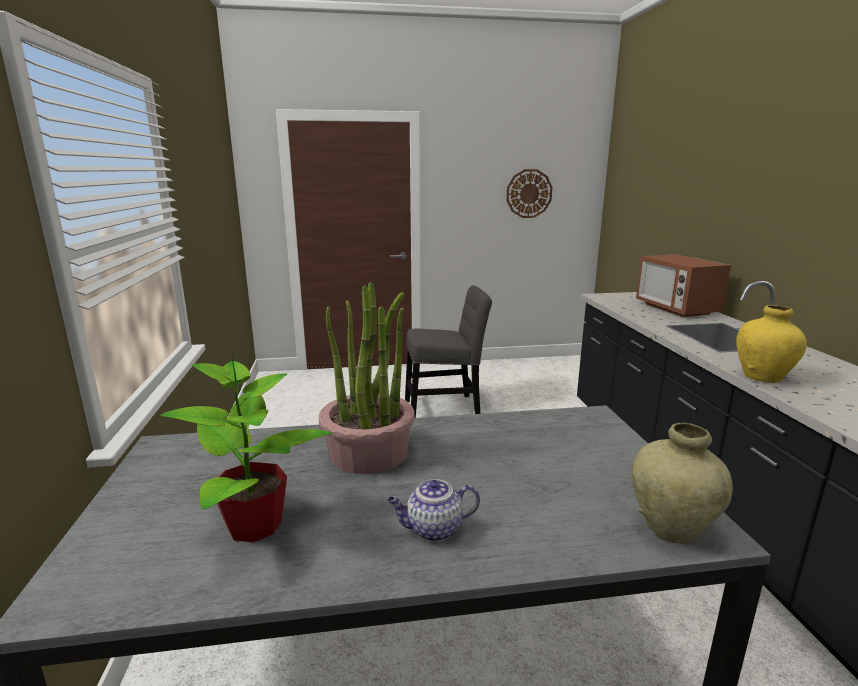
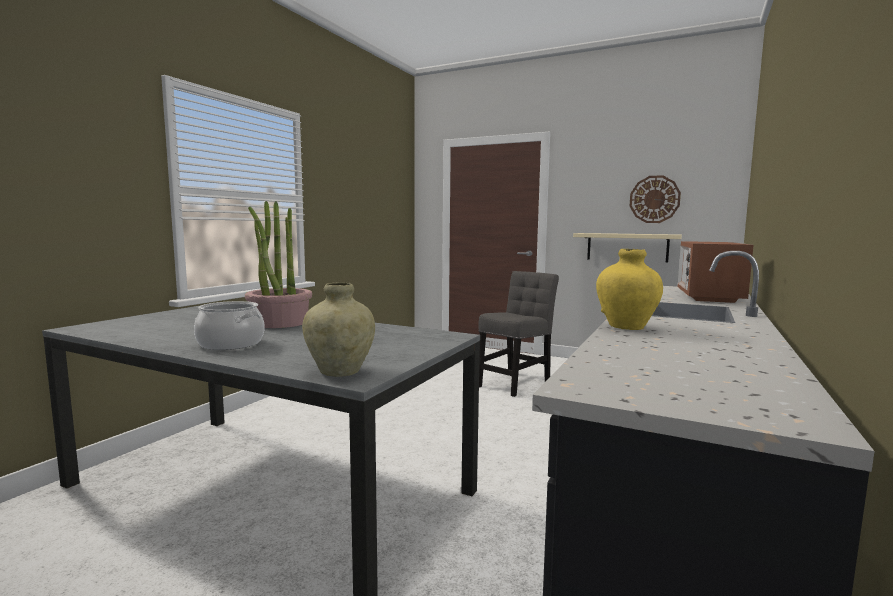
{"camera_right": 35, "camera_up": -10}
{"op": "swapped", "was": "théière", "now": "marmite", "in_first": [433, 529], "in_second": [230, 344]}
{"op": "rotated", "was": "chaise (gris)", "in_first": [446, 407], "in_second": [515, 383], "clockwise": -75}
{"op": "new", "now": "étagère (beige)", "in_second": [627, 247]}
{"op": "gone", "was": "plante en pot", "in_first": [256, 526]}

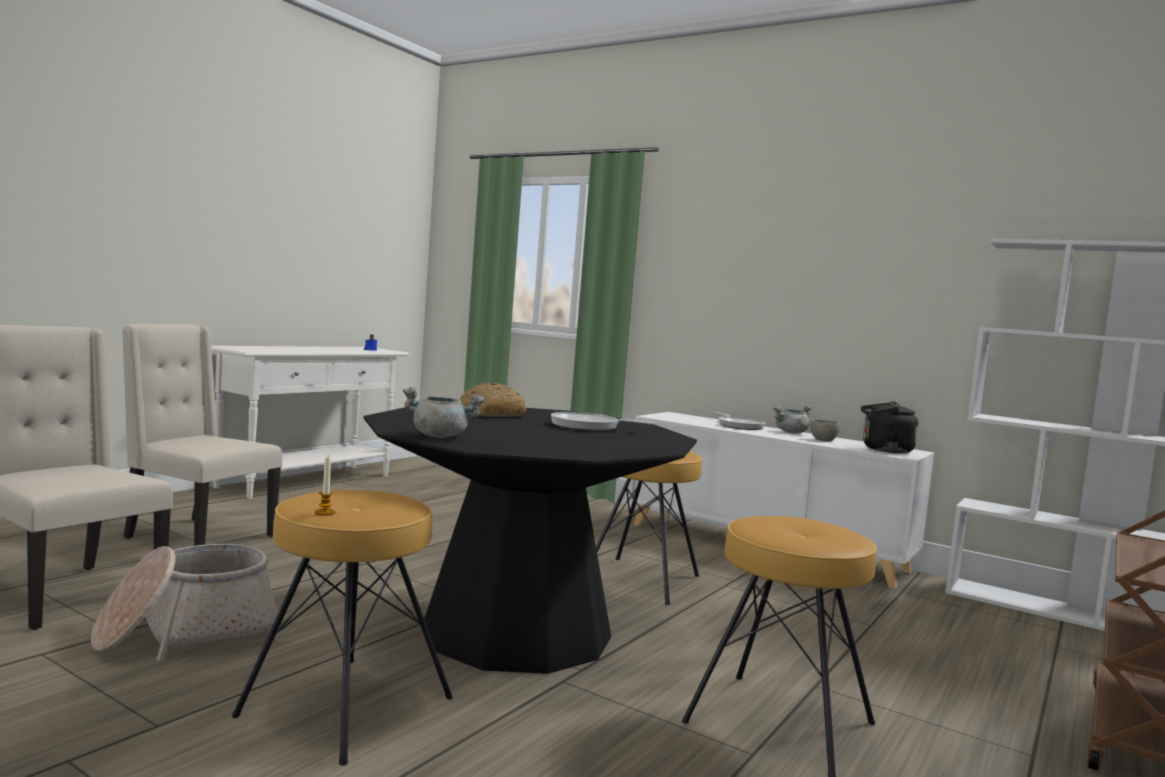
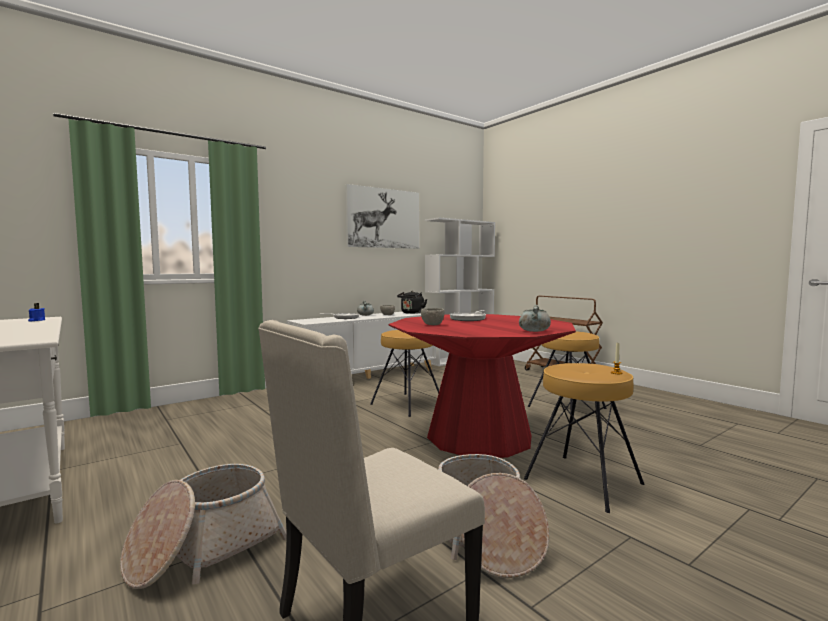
{"camera_right": -70, "camera_up": 0}
{"op": "swapped", "was": "chaise (beige)", "now": "panier", "in_first": [196, 537], "in_second": [204, 548]}
{"op": "new", "now": "tableau", "in_second": [383, 218]}
{"op": "repainted", "was": "table à manger (noir)", "now": "table à manger (rouge)", "in_first": [516, 631], "in_second": [479, 436]}
{"op": "swapped", "was": "pain", "now": "bol (gris)", "in_first": [490, 413], "in_second": [432, 324]}

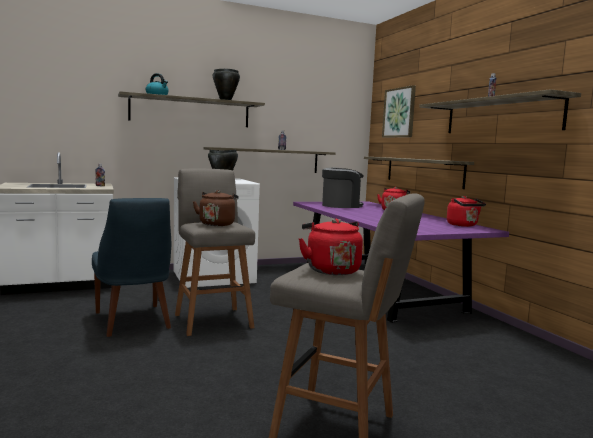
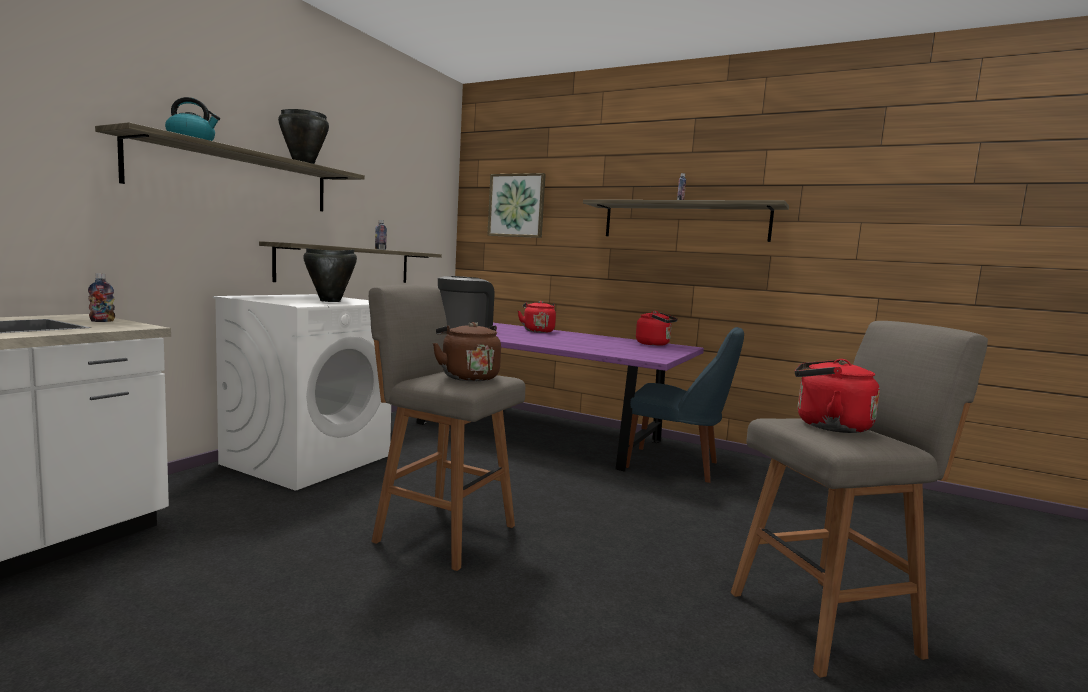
{"camera_right": -40, "camera_up": 0}
{"op": "shifted", "was": "chaise (bleu)", "in_first": [133, 321], "in_second": [677, 465]}
{"op": "gone", "was": "étagère", "in_first": [423, 171]}

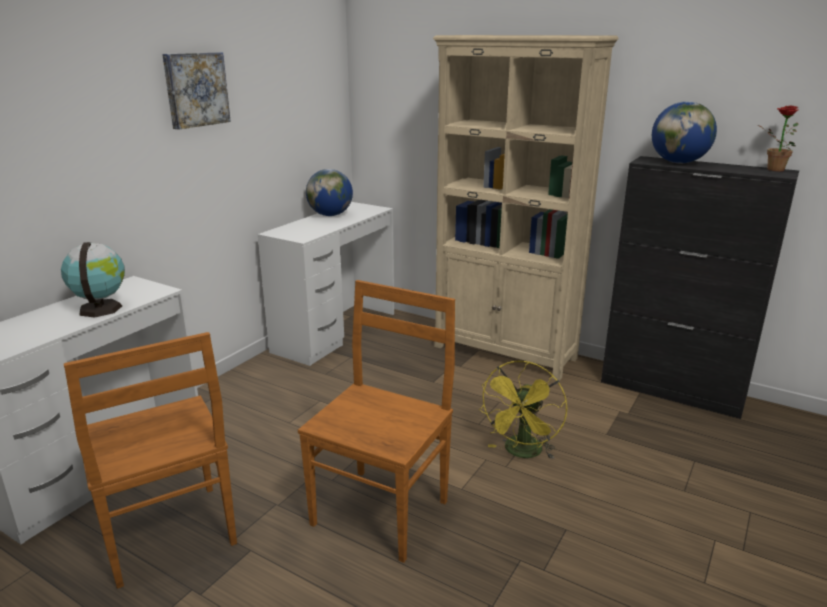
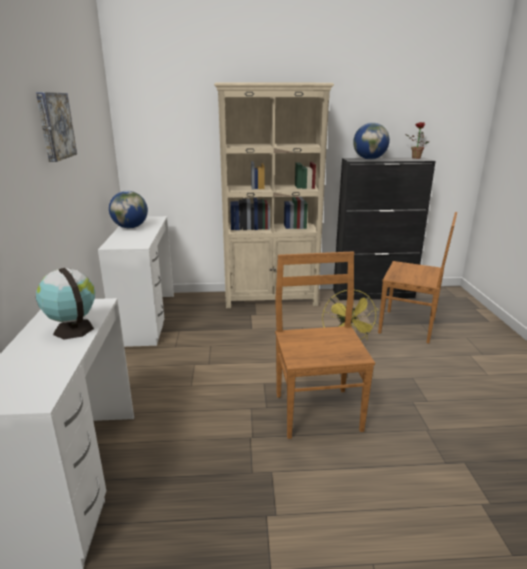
{"camera_right": -35, "camera_up": 0}
{"op": "shifted", "was": "chaise (marron)", "in_first": [169, 536], "in_second": [409, 326]}

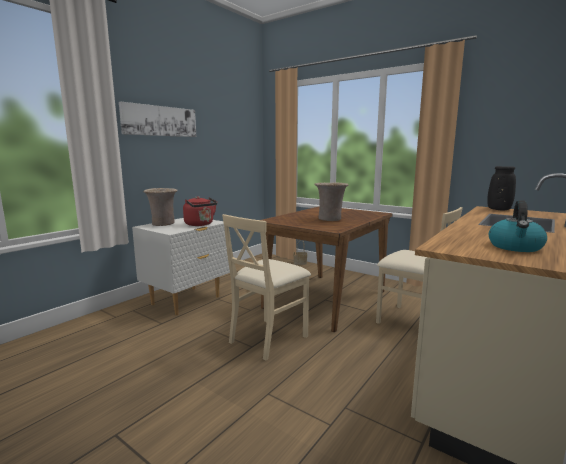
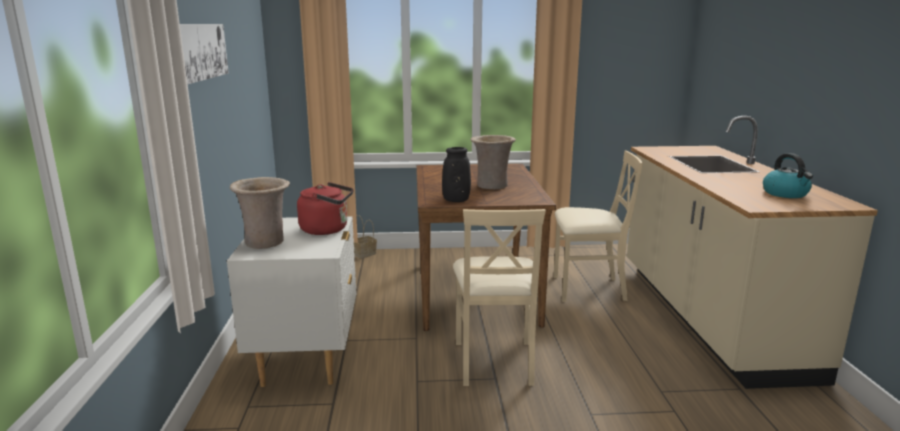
{"camera_right": -40, "camera_up": 5}
{"op": "shifted", "was": "vase (noir)", "in_first": [499, 209], "in_second": [456, 200]}

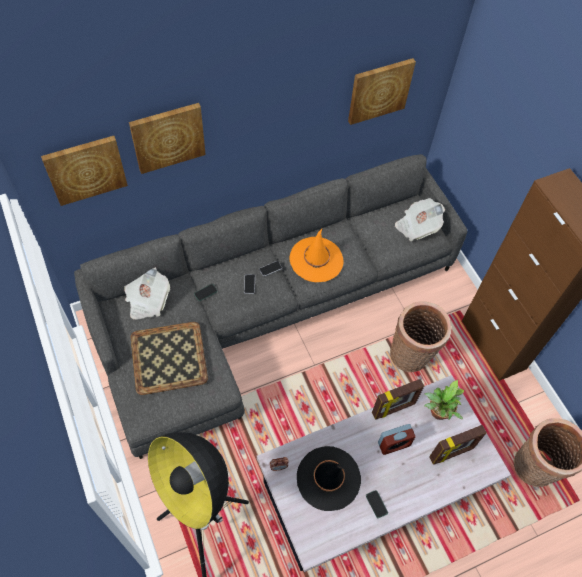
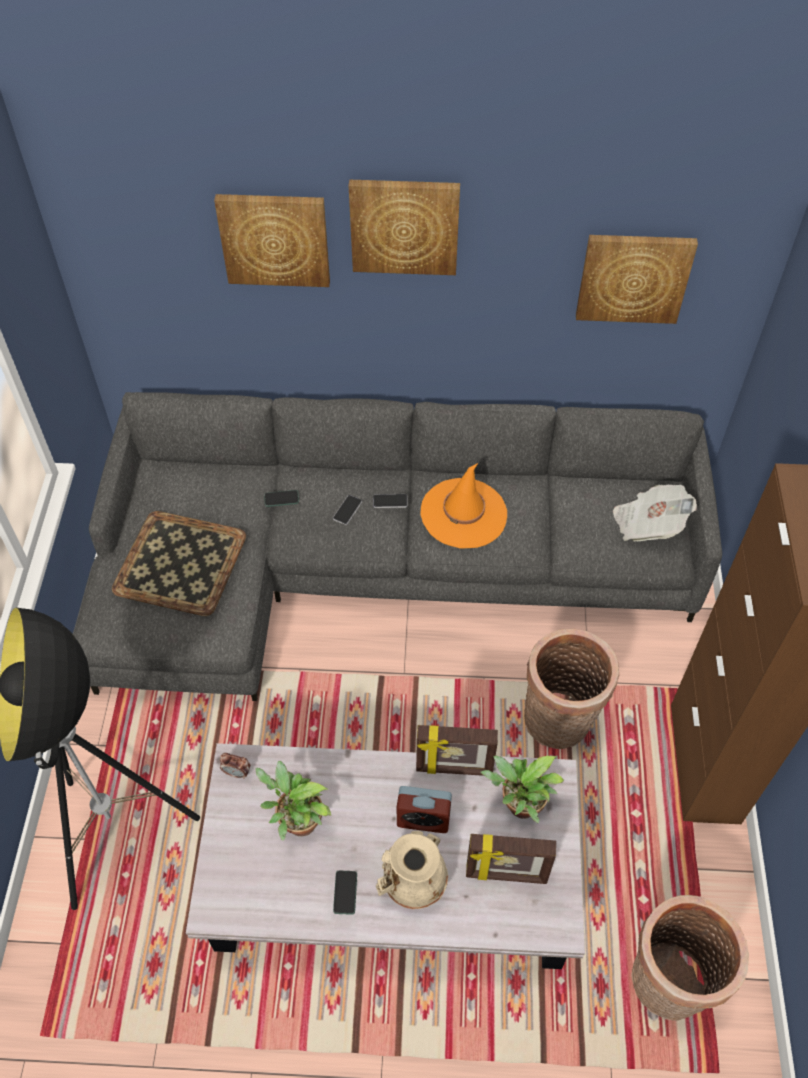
{"camera_right": 30, "camera_up": -5}
{"op": "swapped", "was": "chapeau (noir)", "now": "plante en pot", "in_first": [328, 478], "in_second": [297, 822]}
{"op": "shifted", "was": "tableau", "in_first": [85, 169], "in_second": [404, 225]}
{"op": "new", "now": "vase (beige)", "in_second": [413, 885]}
{"op": "gone", "was": "journal", "in_first": [147, 300]}

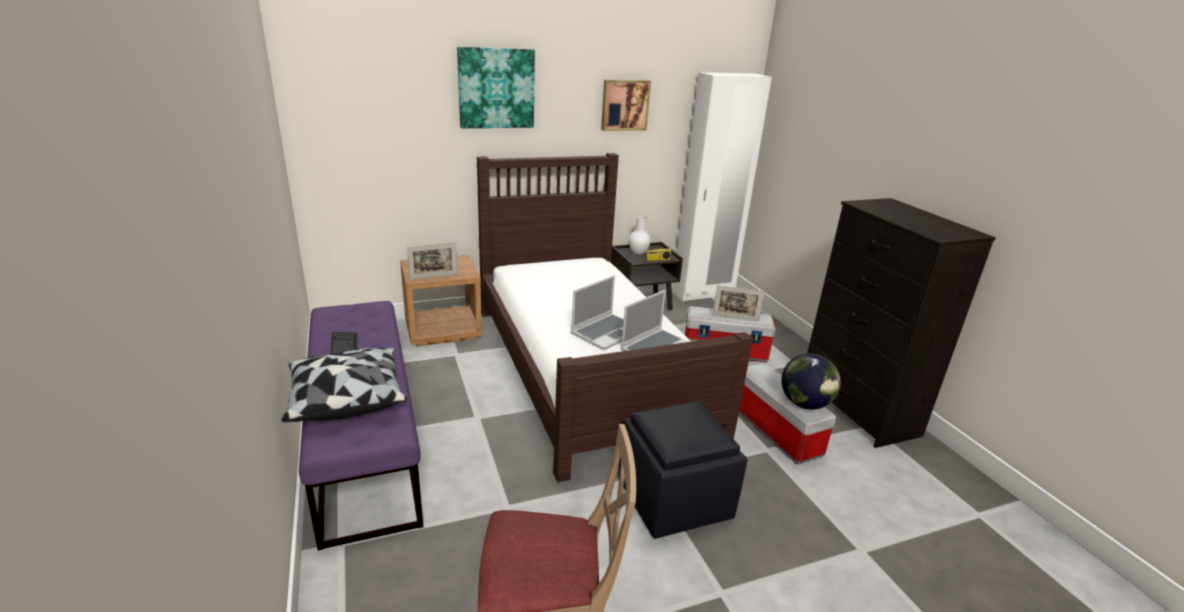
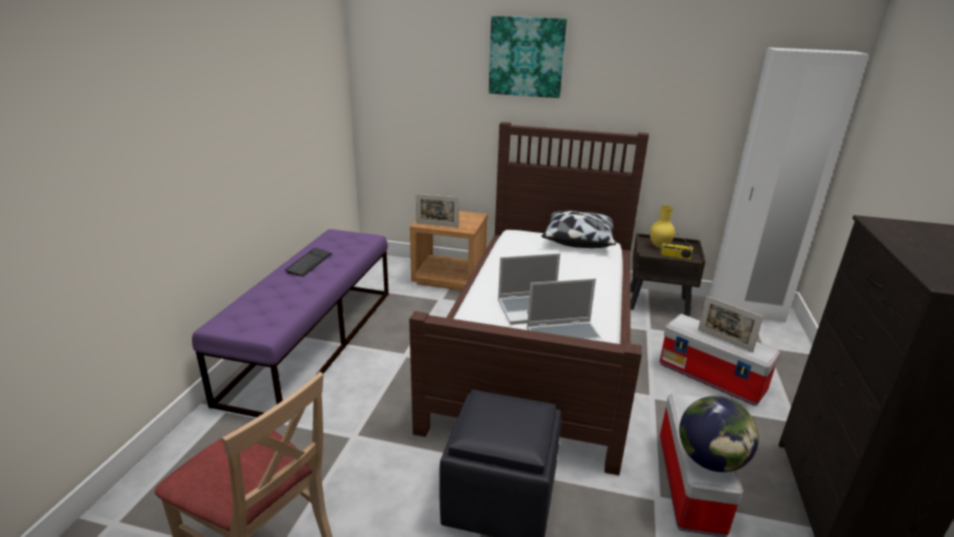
{"camera_right": 35, "camera_up": 0}
{"op": "shifted", "was": "coussin", "in_first": [346, 398], "in_second": [578, 240]}
{"op": "repainted", "was": "vase (blanc)", "now": "vase (jaune)", "in_first": [638, 253], "in_second": [659, 246]}
{"op": "gone", "was": "tableau", "in_first": [624, 105]}

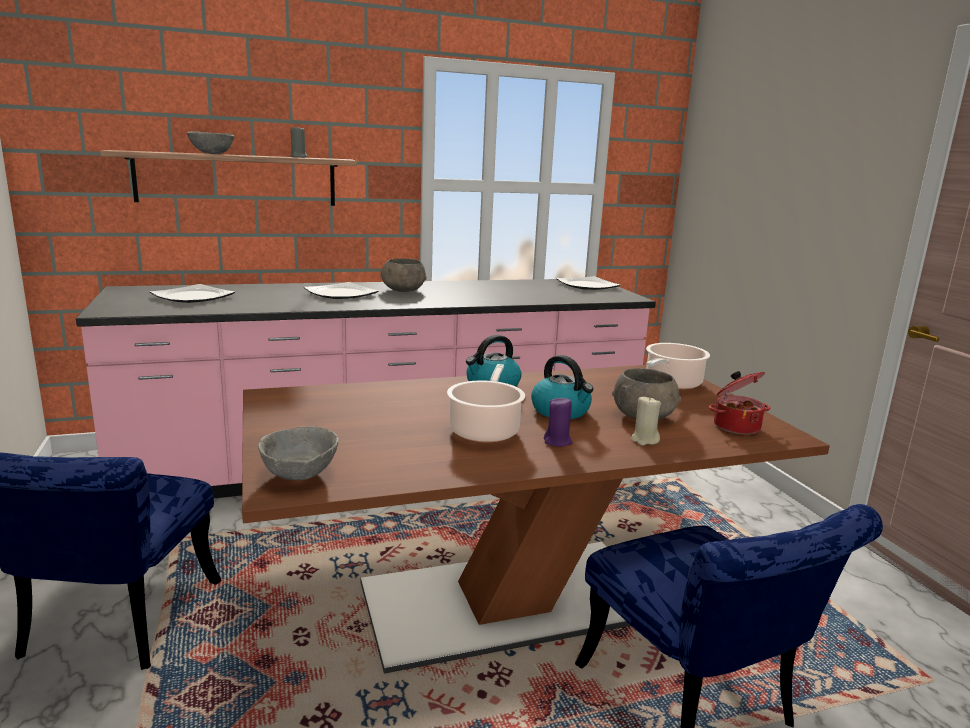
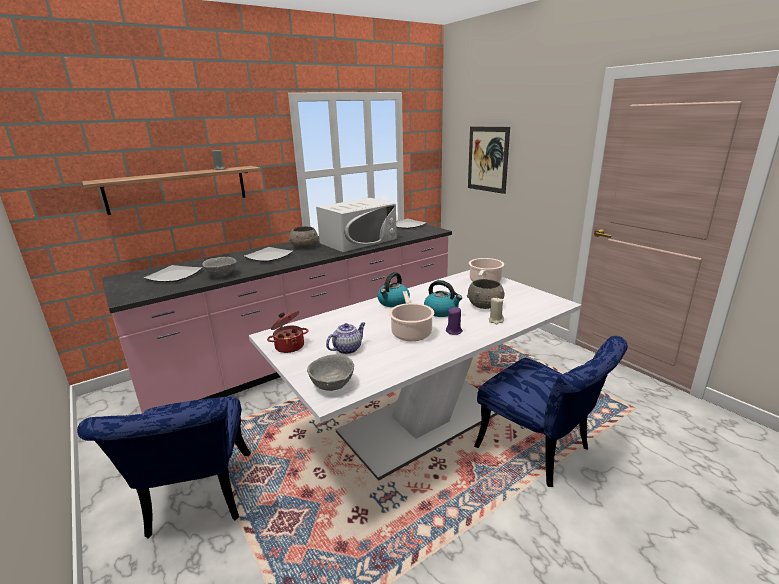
{"camera_right": -15, "camera_up": 5}
{"op": "shifted", "was": "bol (gris)", "in_first": [212, 154], "in_second": [221, 275]}
{"op": "repainted", "was": "table à manger (marron)", "now": "table à manger (blanc)", "in_first": [508, 602], "in_second": [423, 421]}
{"op": "shifted", "was": "marmite", "in_first": [735, 426], "in_second": [289, 346]}
{"op": "new", "now": "micro-ondes (blanc)", "in_second": [358, 241]}
{"op": "new", "now": "théière", "in_second": [347, 348]}
{"op": "new", "now": "tableau", "in_second": [487, 159]}

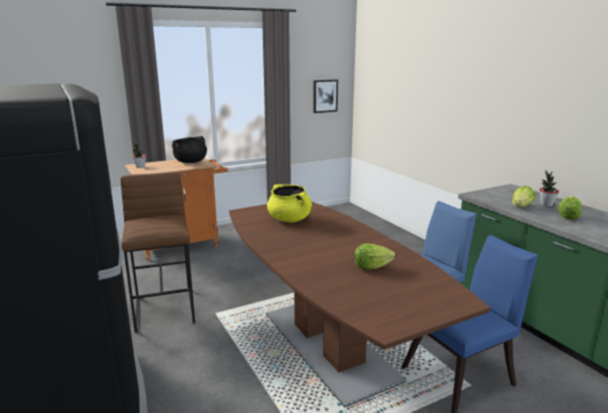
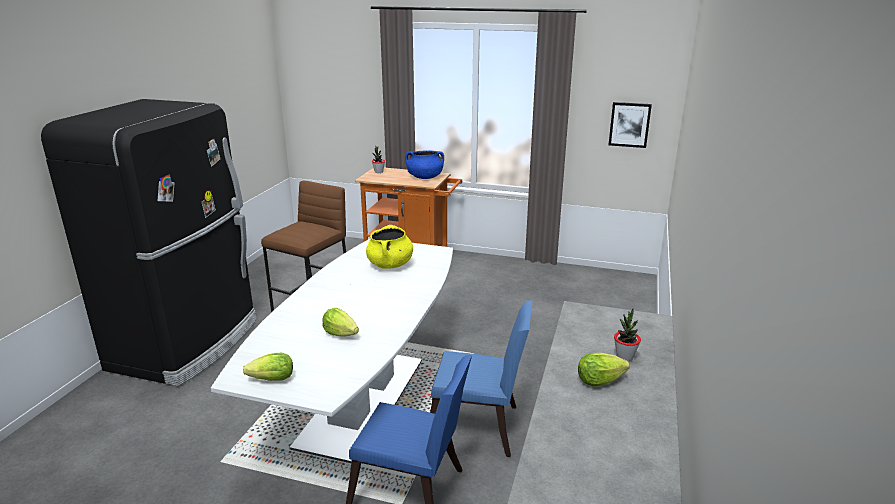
{"camera_right": 45, "camera_up": 5}
{"op": "repainted", "was": "table à manger (marron)", "now": "table à manger (blanc)", "in_first": [328, 344], "in_second": [363, 400]}
{"op": "shifted", "was": "laitue", "in_first": [521, 207], "in_second": [273, 379]}
{"op": "repainted", "was": "marmite (noir)", "now": "marmite (bleu)", "in_first": [190, 162], "in_second": [425, 177]}

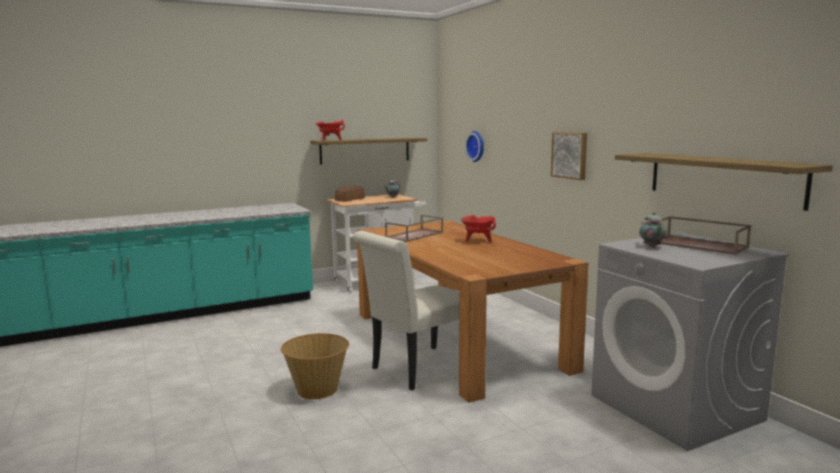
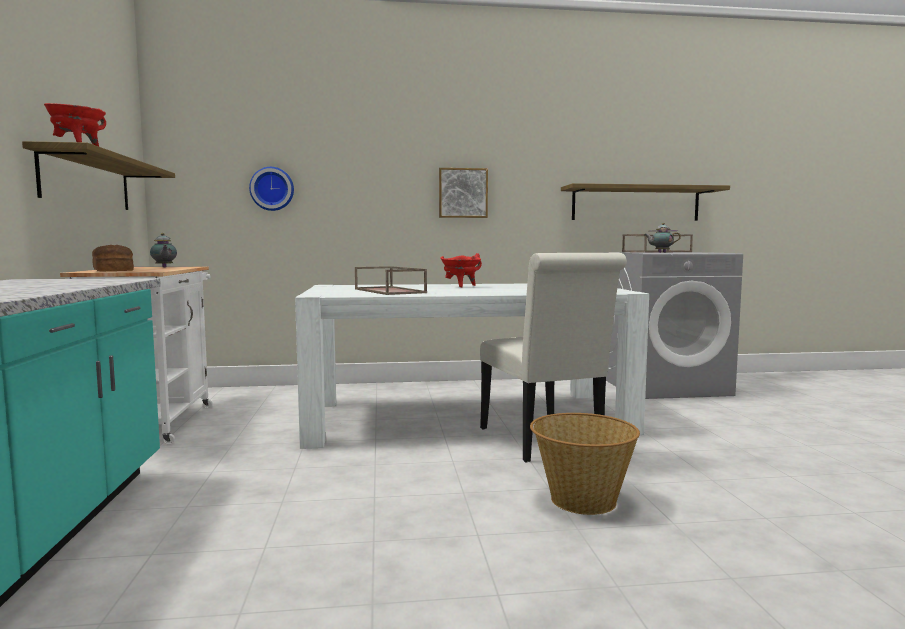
{"camera_right": -70, "camera_up": -5}
{"op": "repainted", "was": "table à manger (marron)", "now": "table à manger (blanc)", "in_first": [456, 340], "in_second": [465, 417]}

